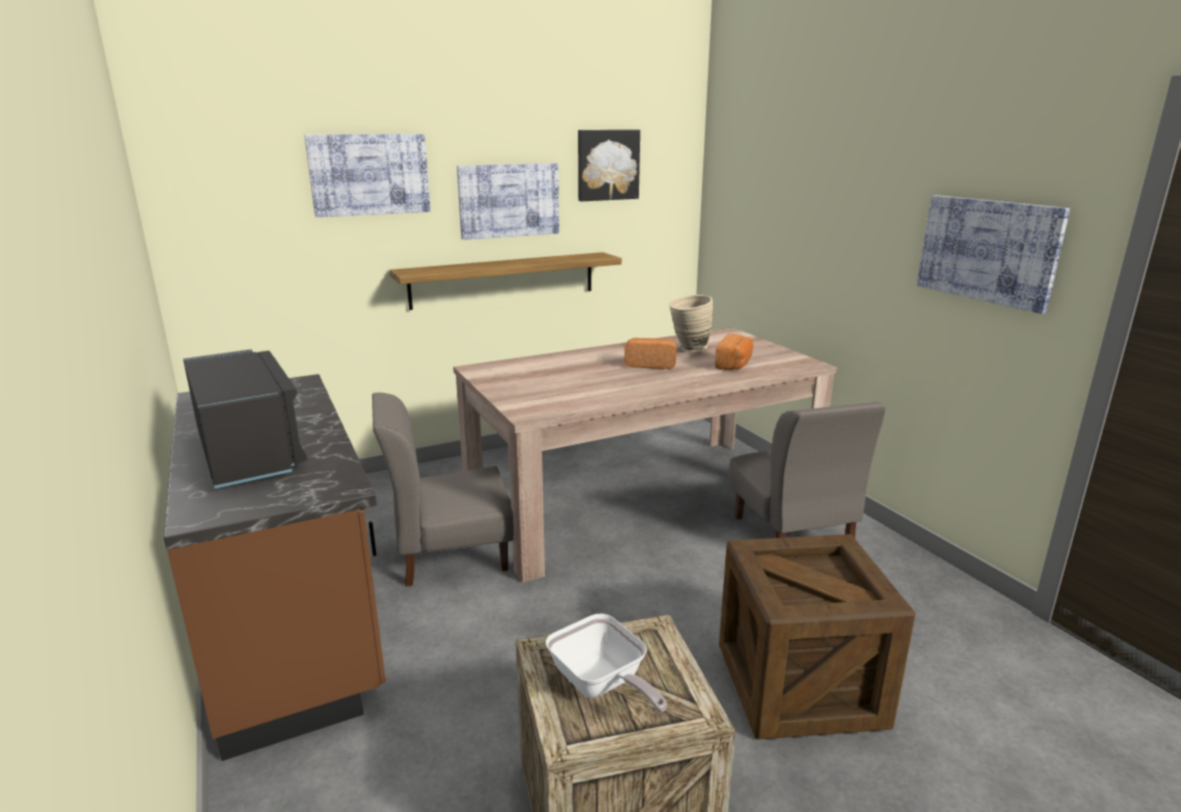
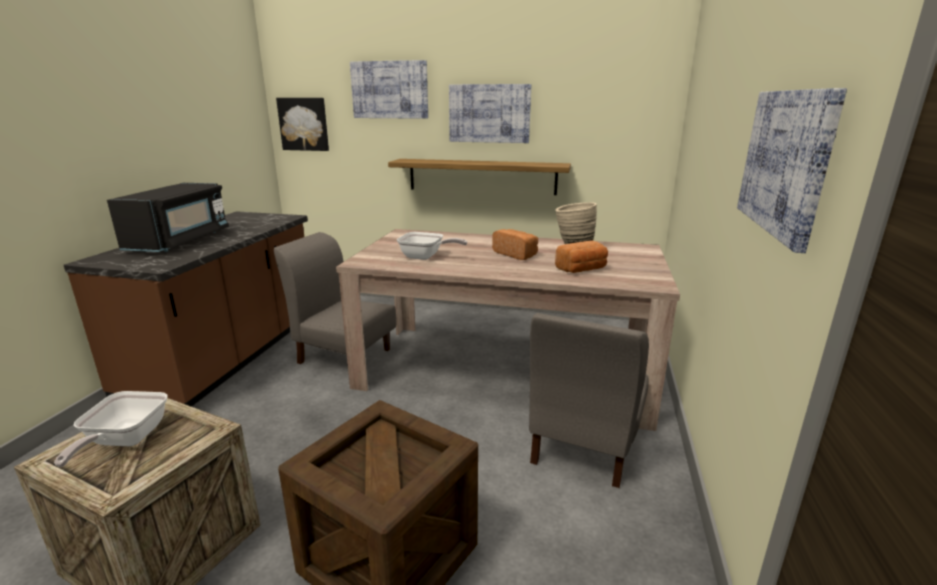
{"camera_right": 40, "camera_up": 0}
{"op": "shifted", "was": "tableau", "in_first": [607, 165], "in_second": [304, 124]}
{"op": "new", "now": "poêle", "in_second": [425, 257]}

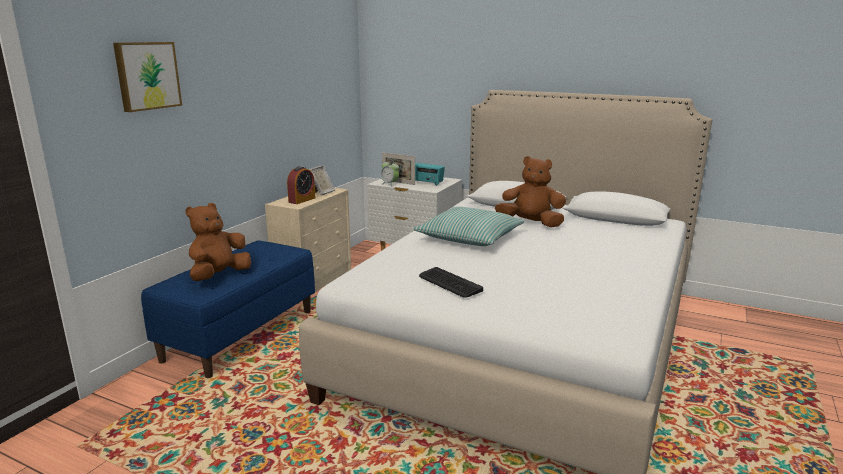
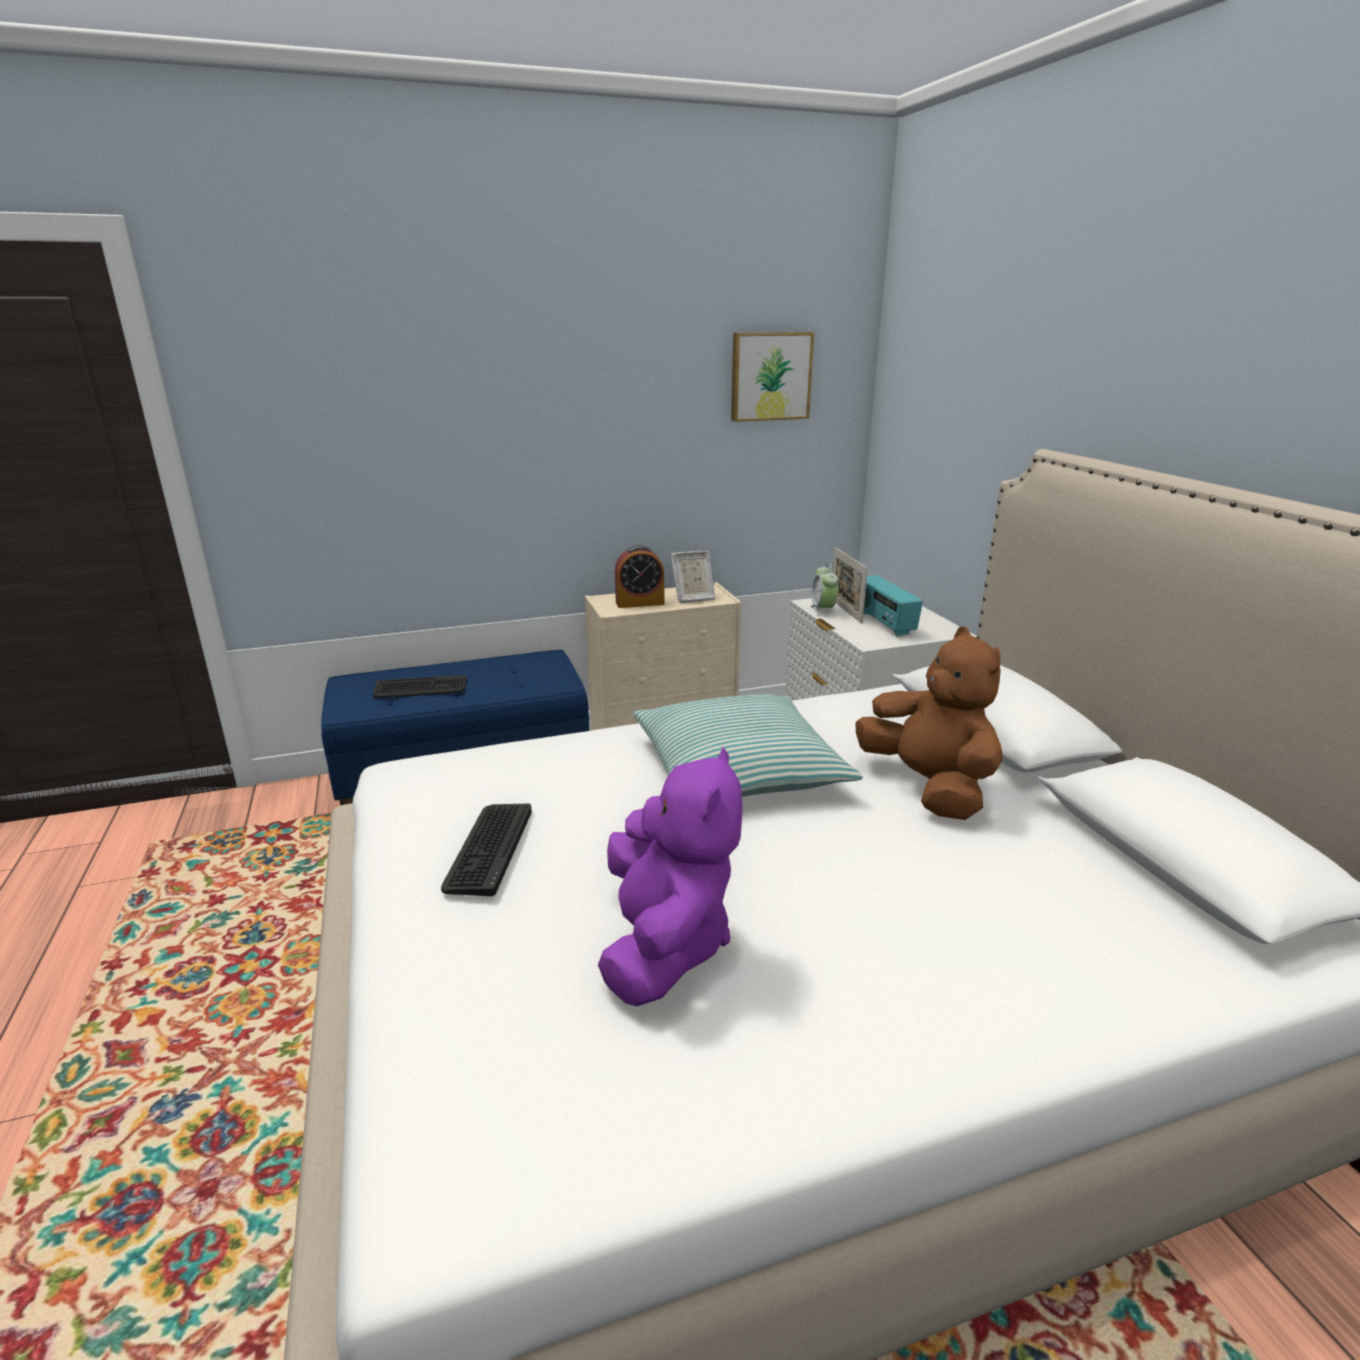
{"camera_right": 45, "camera_up": 5}
{"op": "swapped", "was": "peluche (marron)", "now": "clavier", "in_first": [219, 276], "in_second": [420, 688]}
{"op": "new", "now": "peluche (violet)", "in_second": [664, 944]}
{"op": "shifted", "was": "tableau", "in_first": [147, 75], "in_second": [770, 376]}

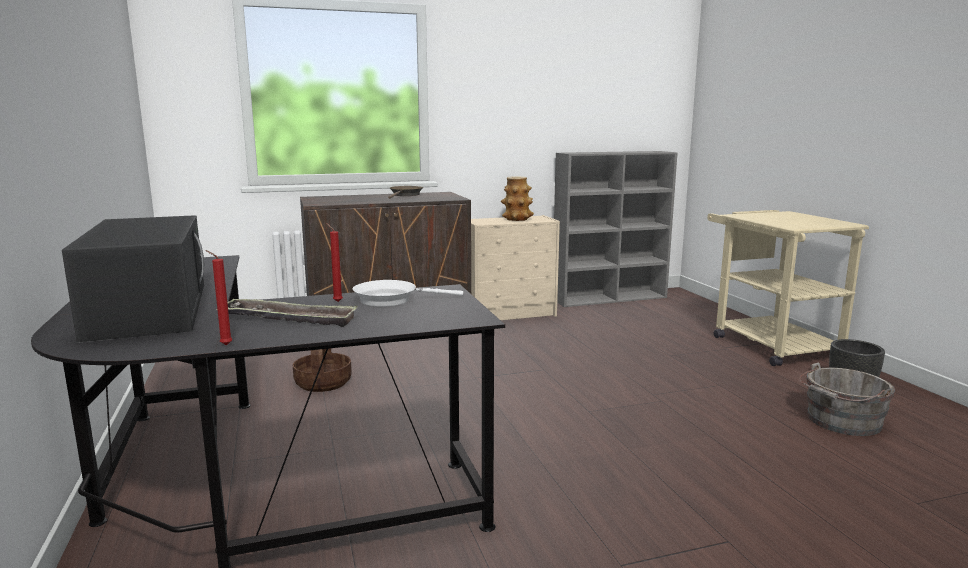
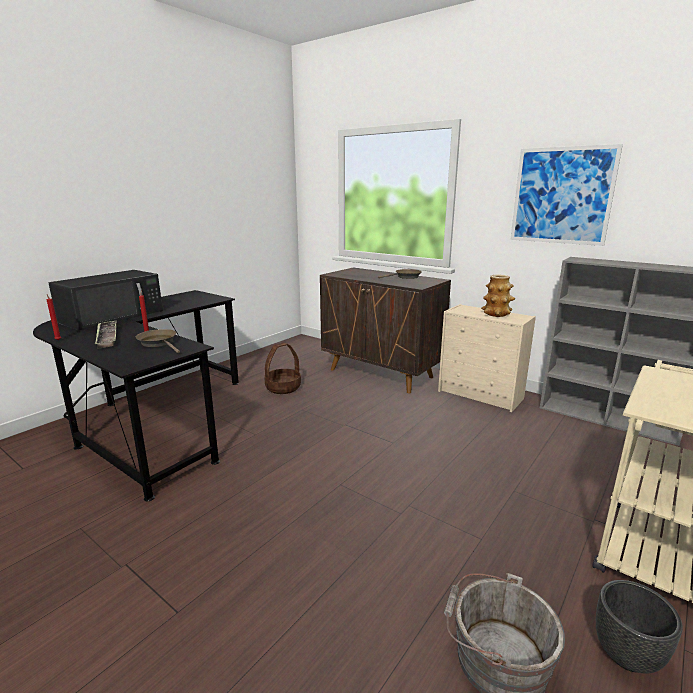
{"camera_right": 55, "camera_up": 5}
{"op": "repainted", "was": "poêle (blanc)", "now": "poêle (marron)", "in_first": [391, 300], "in_second": [159, 343]}
{"op": "new", "now": "tableau", "in_second": [561, 196]}

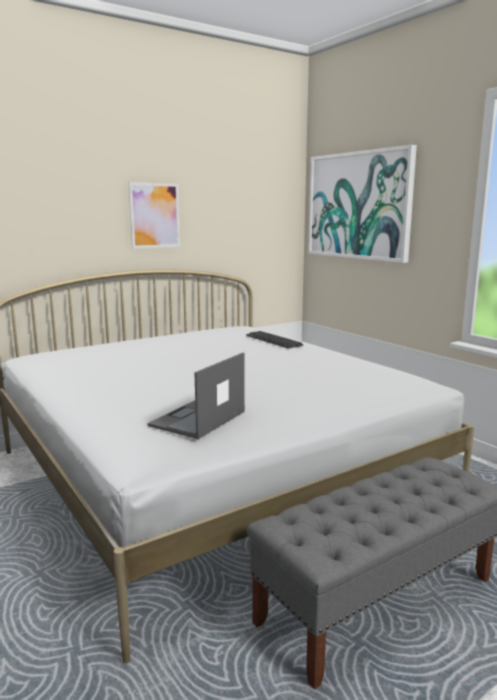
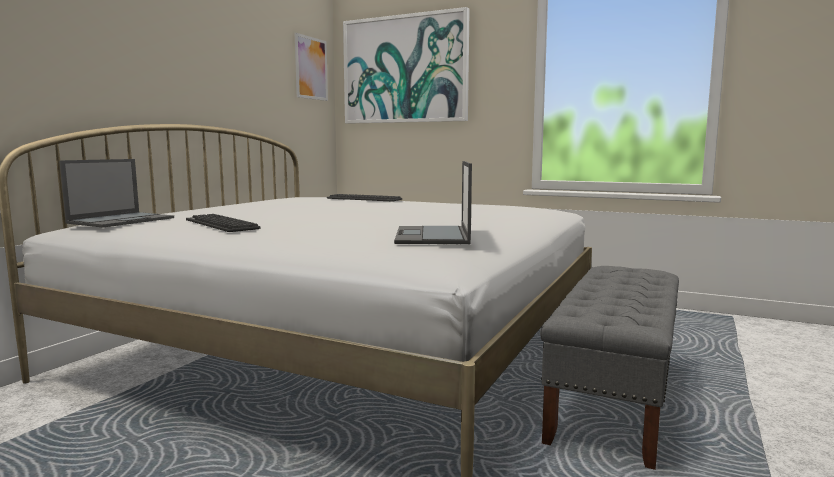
{"camera_right": -30, "camera_up": -5}
{"op": "new", "now": "ordinateur portable", "in_second": [122, 220]}
{"op": "new", "now": "clavier", "in_second": [221, 224]}
{"op": "shifted", "was": "tableau", "in_first": [155, 215], "in_second": [311, 68]}

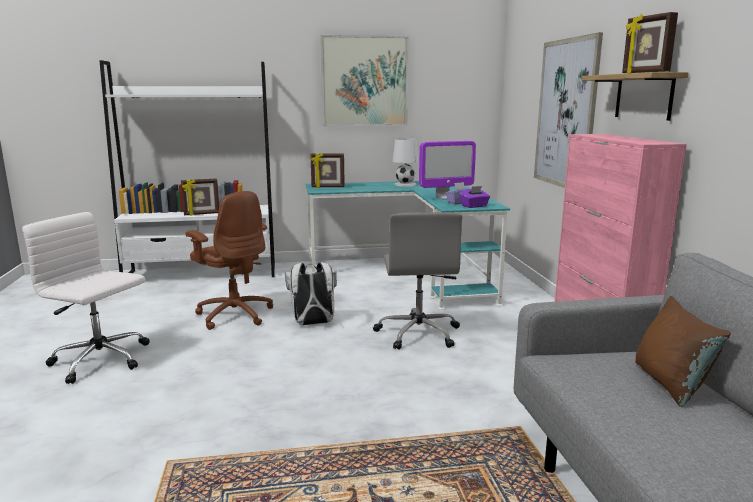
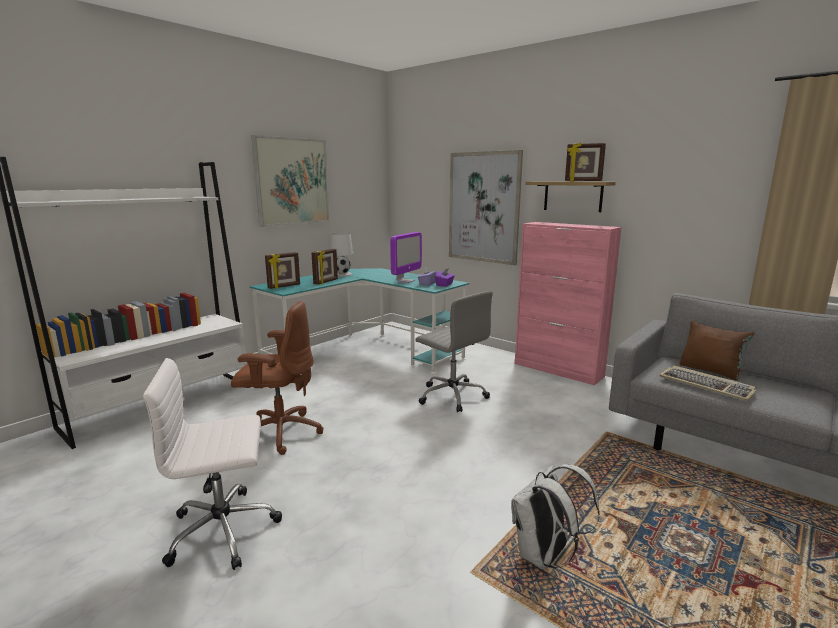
{"camera_right": -40, "camera_up": 0}
{"op": "shifted", "was": "cadre photo", "in_first": [202, 214], "in_second": [326, 282]}
{"op": "shifted", "was": "sac à dos (blanc)", "in_first": [313, 324], "in_second": [544, 556]}
{"op": "new", "now": "clavier", "in_second": [706, 385]}

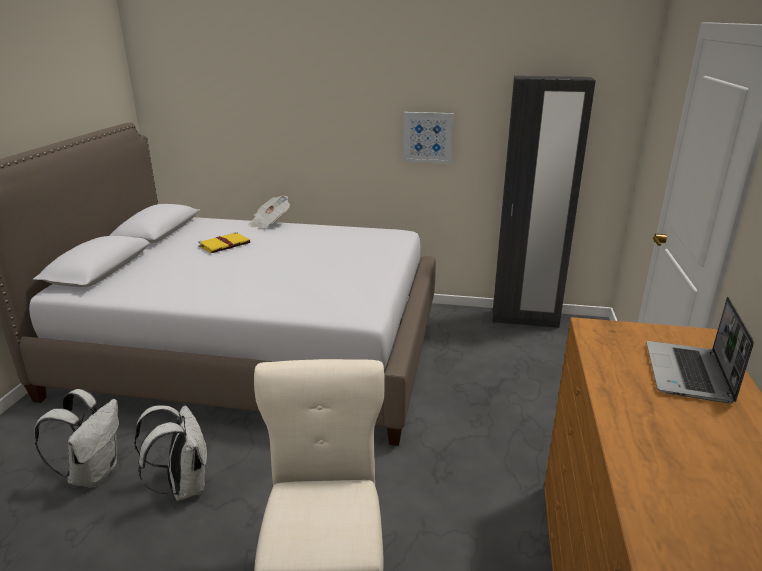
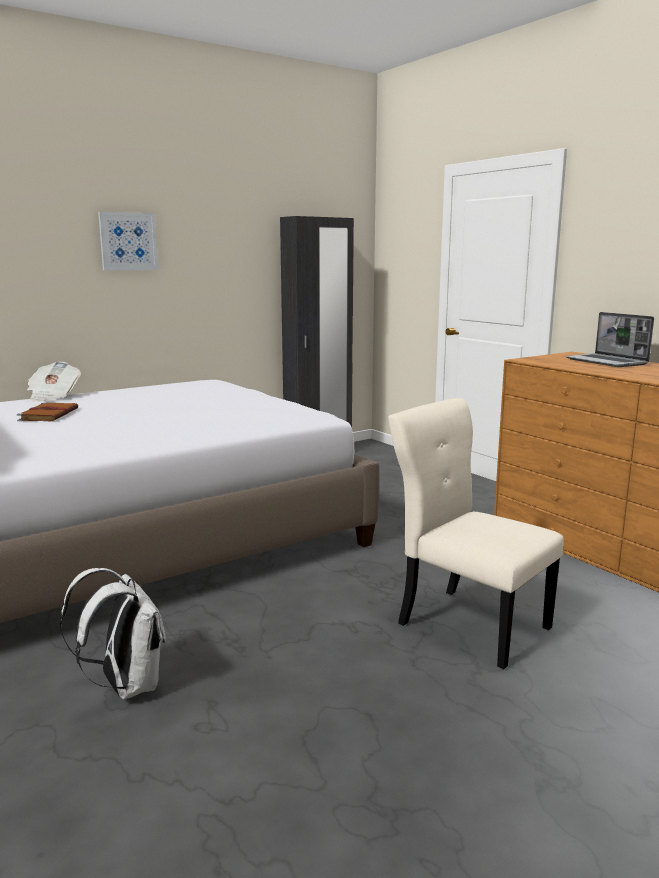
{"camera_right": -45, "camera_up": -10}
{"op": "repainted", "was": "livre (jaune)", "now": "livre (marron)", "in_first": [225, 244], "in_second": [49, 414]}
{"op": "shifted", "was": "tableau", "in_first": [428, 137], "in_second": [128, 241]}
{"op": "gone", "was": "sac à dos (blanc)", "in_first": [183, 486]}

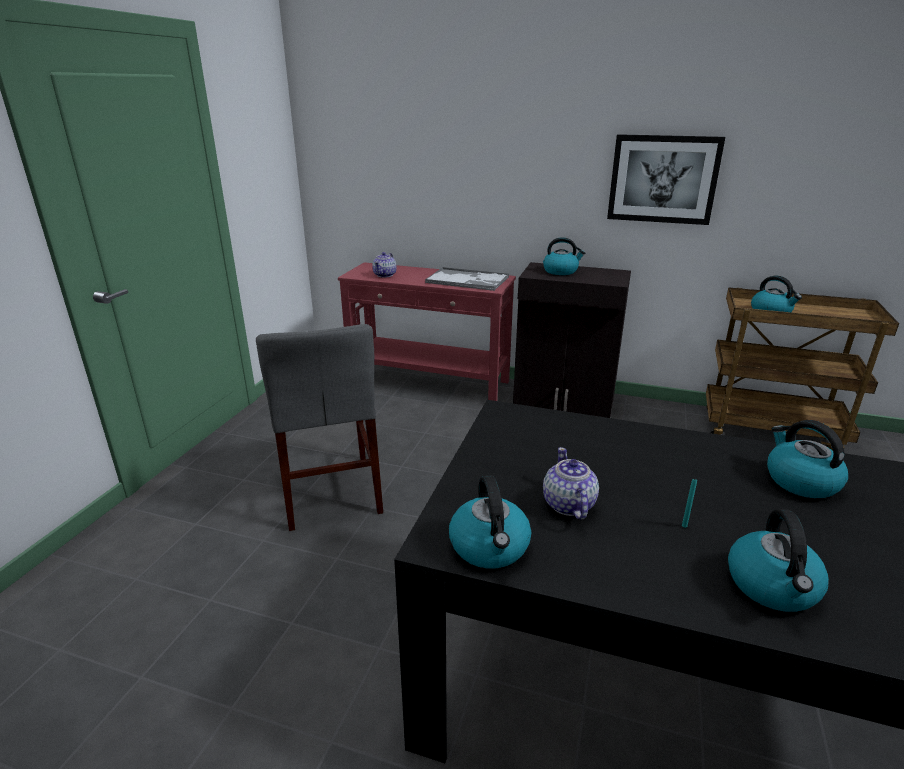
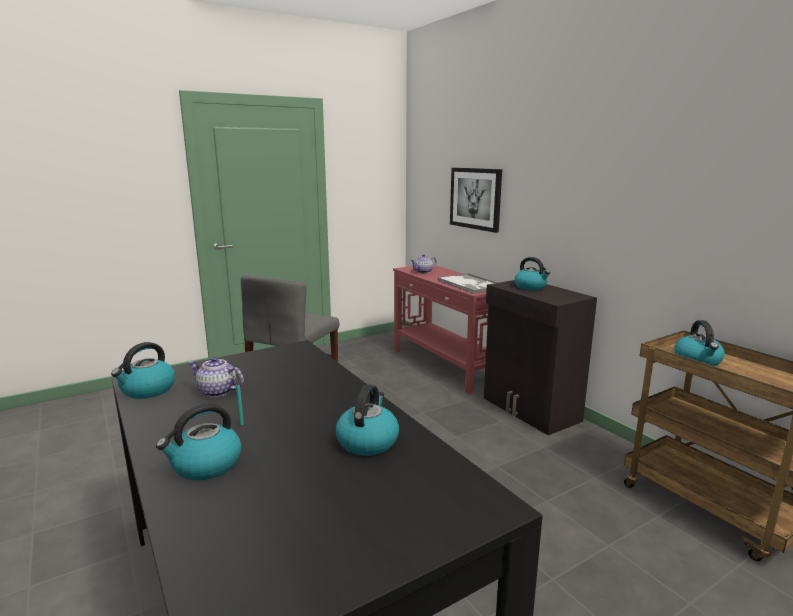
{"camera_right": 40, "camera_up": -10}
{"op": "rotated", "was": "théière", "in_first": [568, 505], "in_second": [217, 392], "clockwise": -105}
{"op": "shifted", "was": "tableau", "in_first": [663, 179], "in_second": [475, 198]}

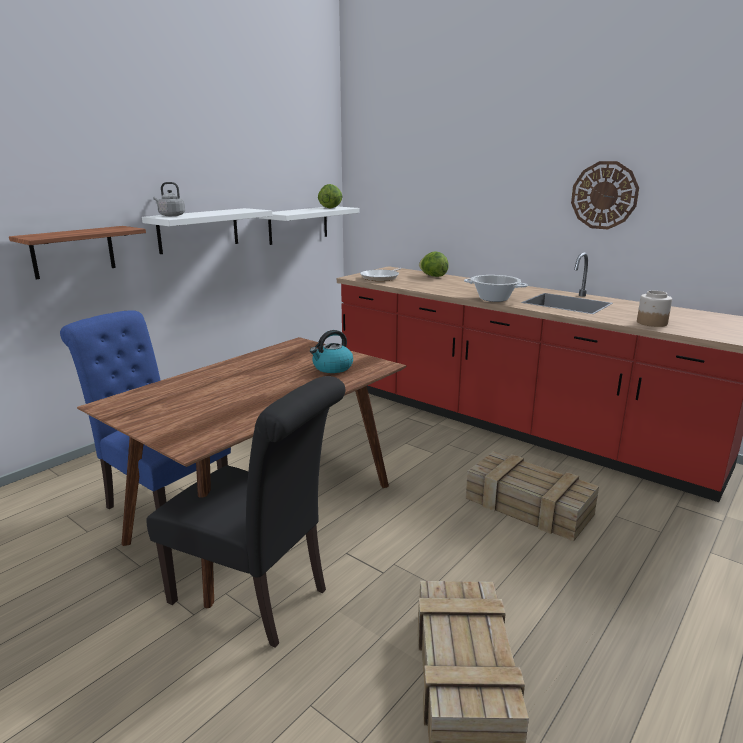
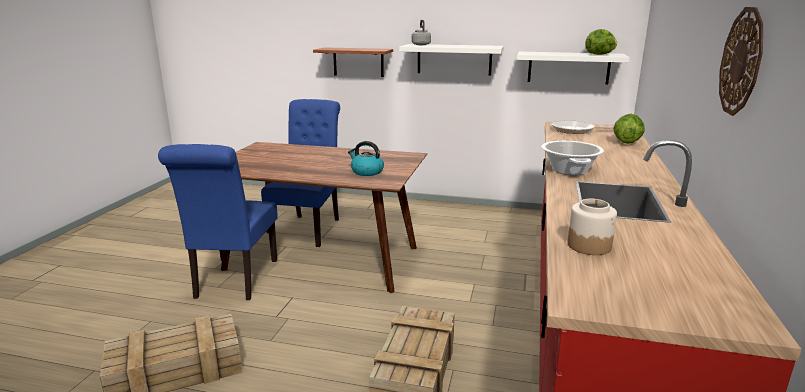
{"camera_right": 65, "camera_up": 0}
{"op": "repainted", "was": "chaise (noir)", "now": "chaise (bleu)", "in_first": [257, 598], "in_second": [234, 281]}

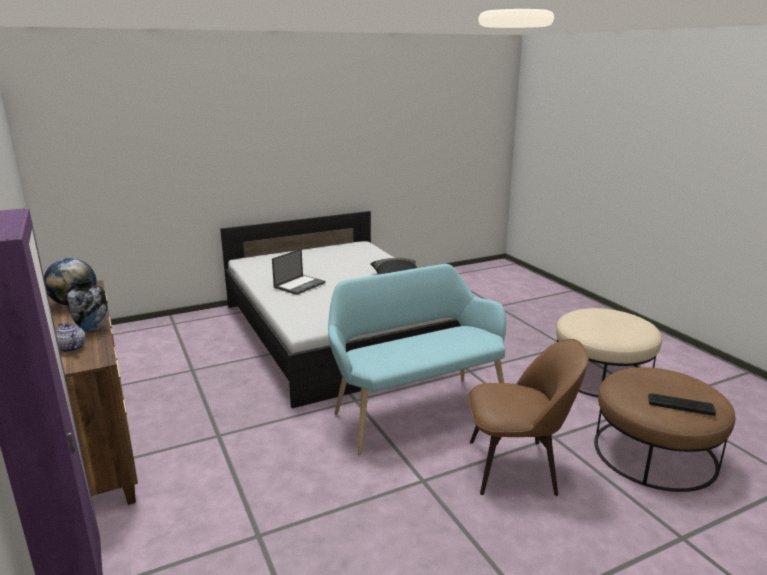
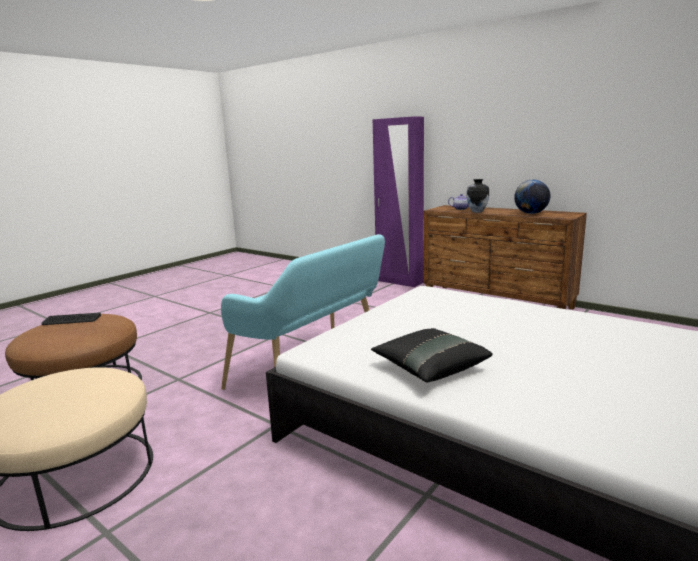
{"camera_right": 155, "camera_up": -5}
{"op": "gone", "was": "ordinateur portable", "in_first": [300, 285]}
{"op": "gone", "was": "chaise (marron)", "in_first": [516, 466]}

